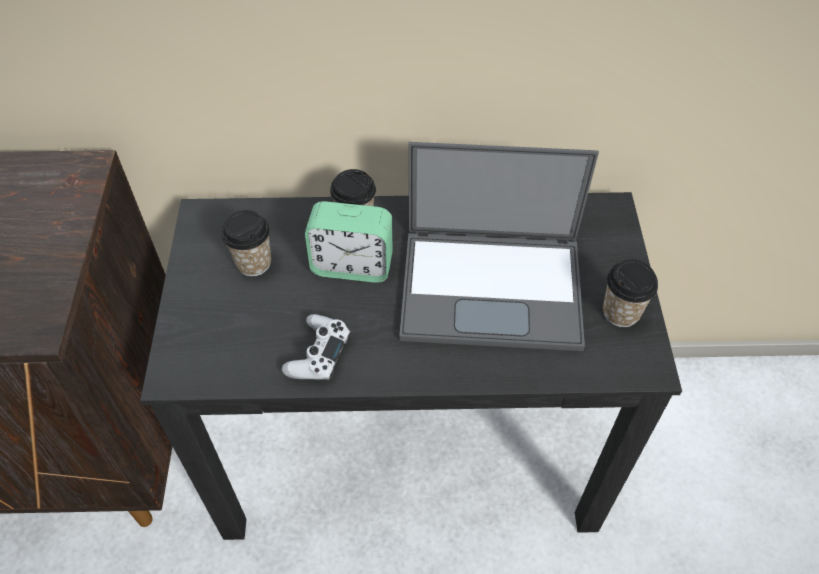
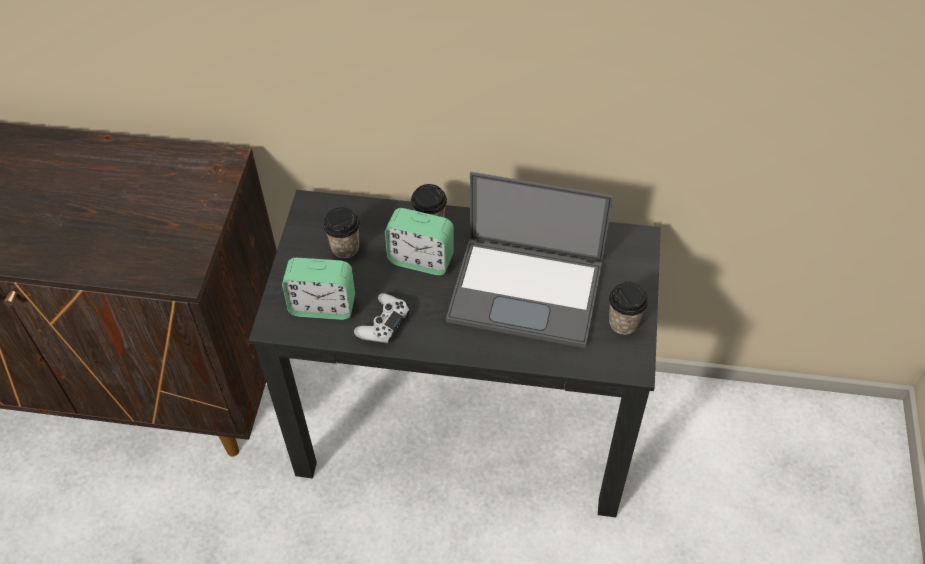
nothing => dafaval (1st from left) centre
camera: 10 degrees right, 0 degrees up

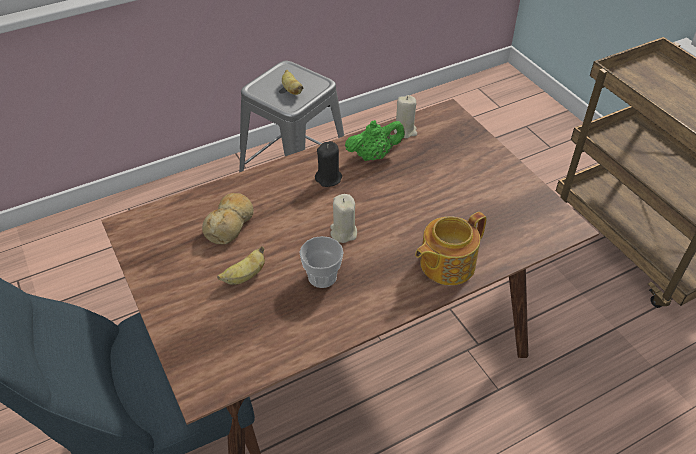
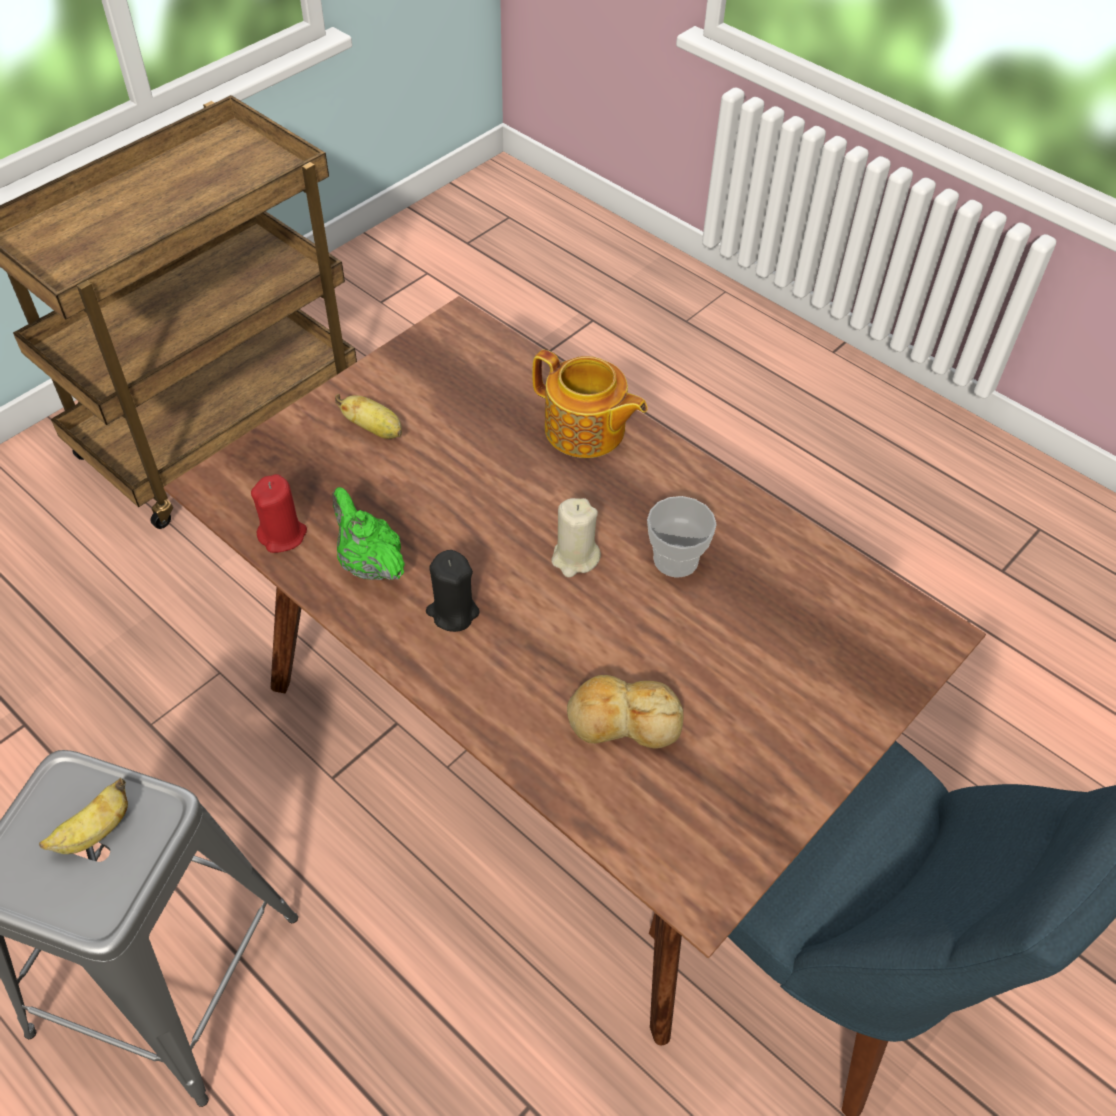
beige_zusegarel (2nd from left) top centre => red_zusegarel middle left
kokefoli (1st from left in the first image) centre => kokefoli (2nd from left) middle left, moved
camera: 110 degrees left, 5 degrees up

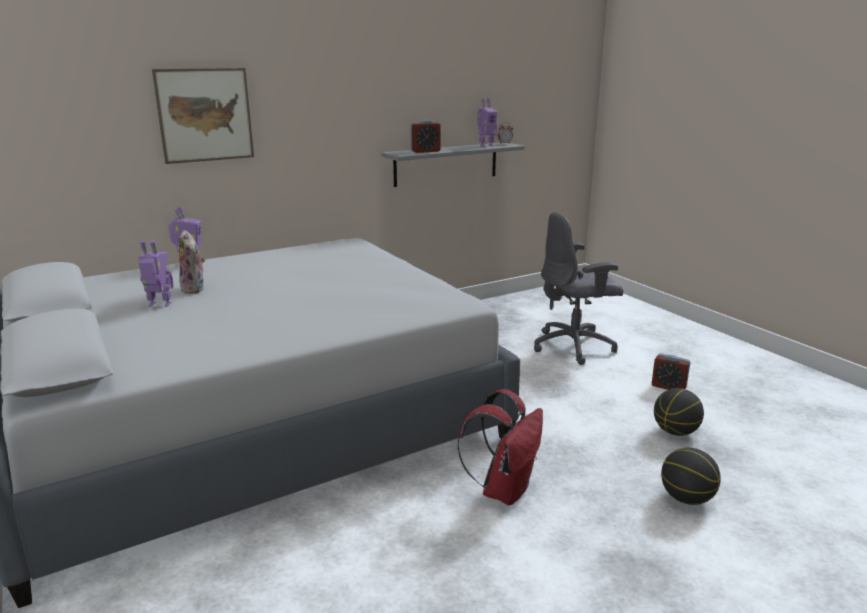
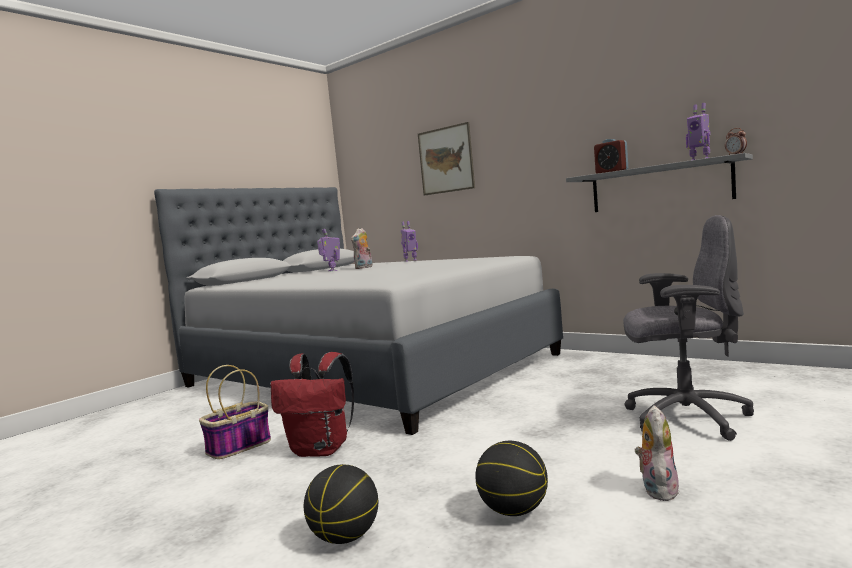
nothing => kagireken bottom left
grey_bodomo middle right, 135 degrees clockwise
dafaval (3rd from left) middle right => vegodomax (2nd from left) bottom right
camera: 70 degrees right, 15 degrees down

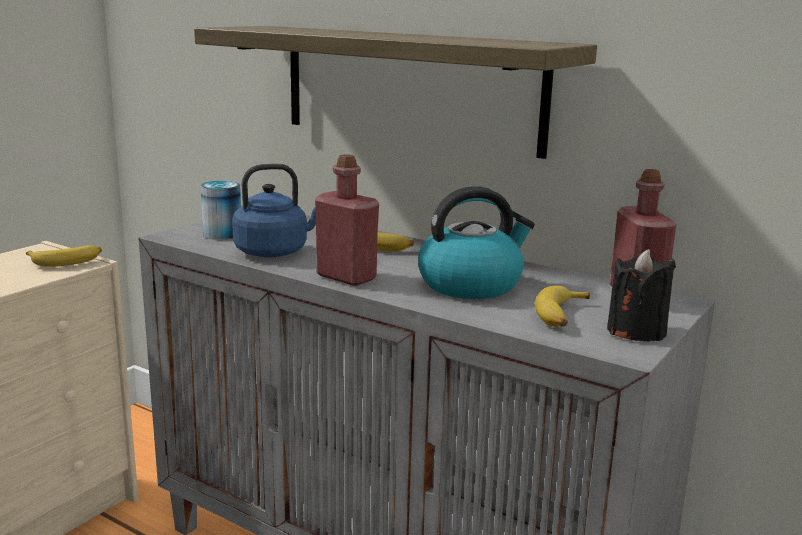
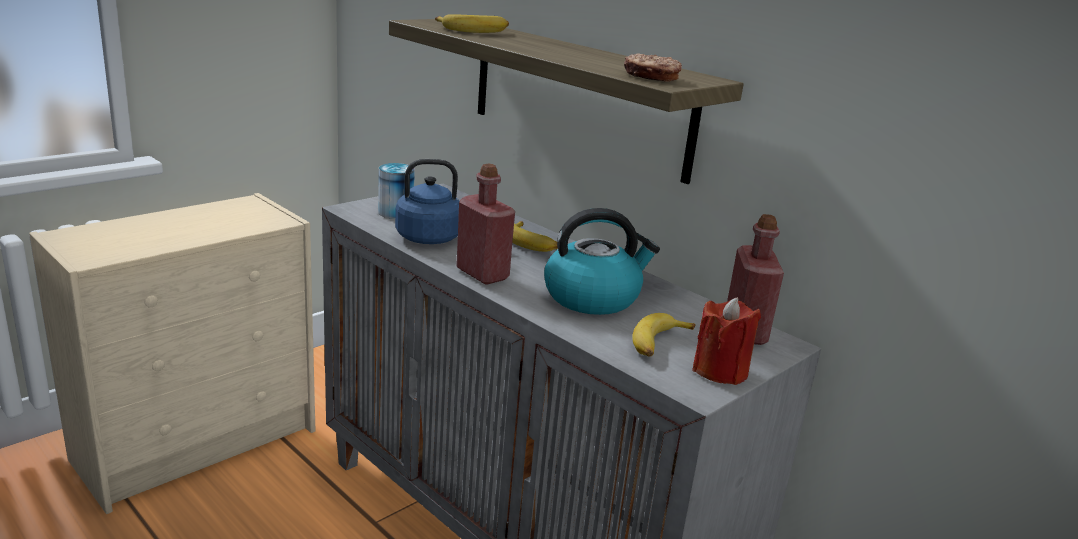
kokefoli (1st from left) middle left => kokefoli (1st from left) top centre, moved
nothing => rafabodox top centre
black_zusegarel middle right => red_zusegarel middle right
camera: 10 degrees right, 5 degrees up

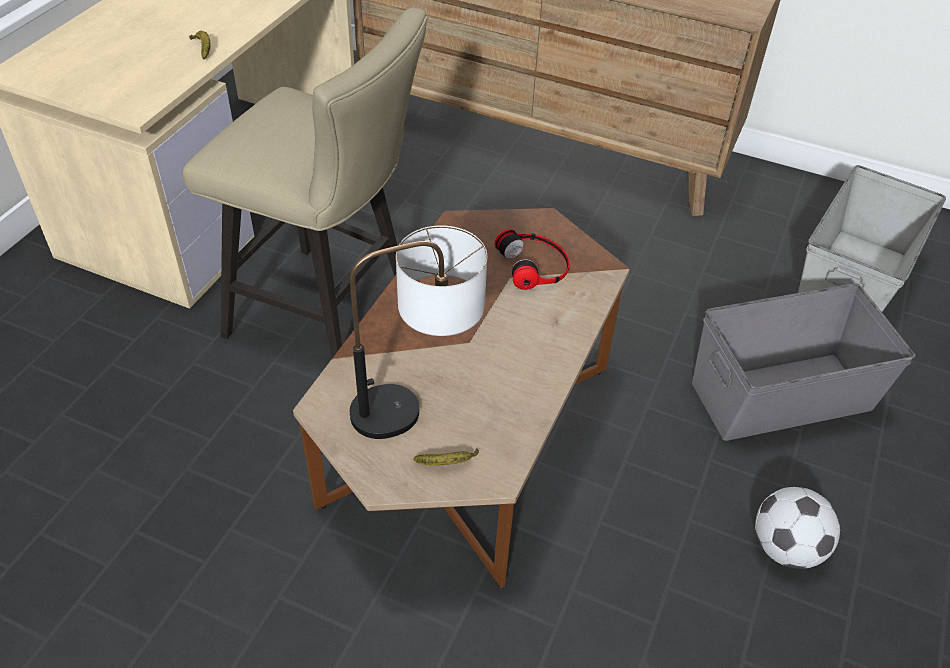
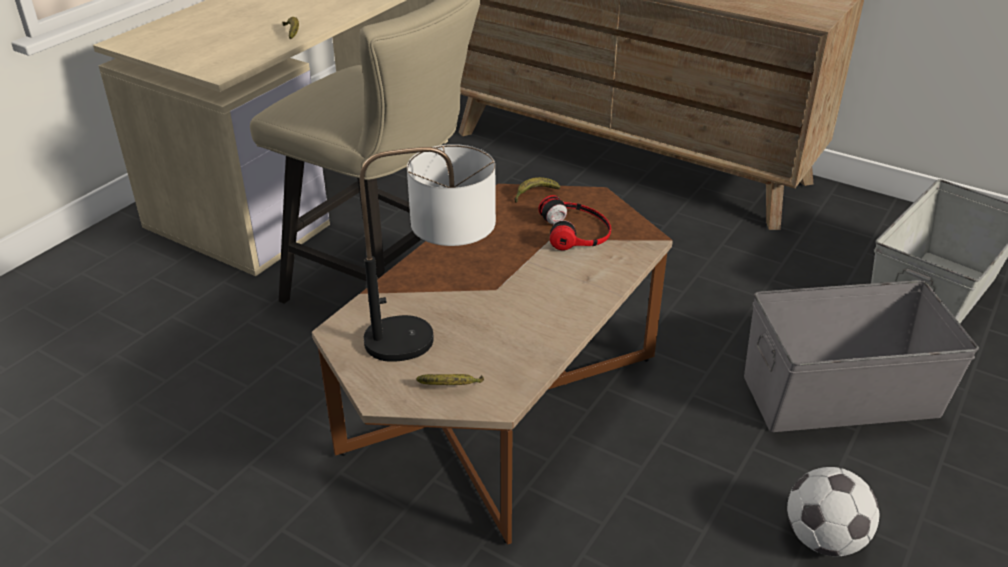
nothing => kokefoli (3rd from left) centre
camera: 10 degrees right, 10 degrees down

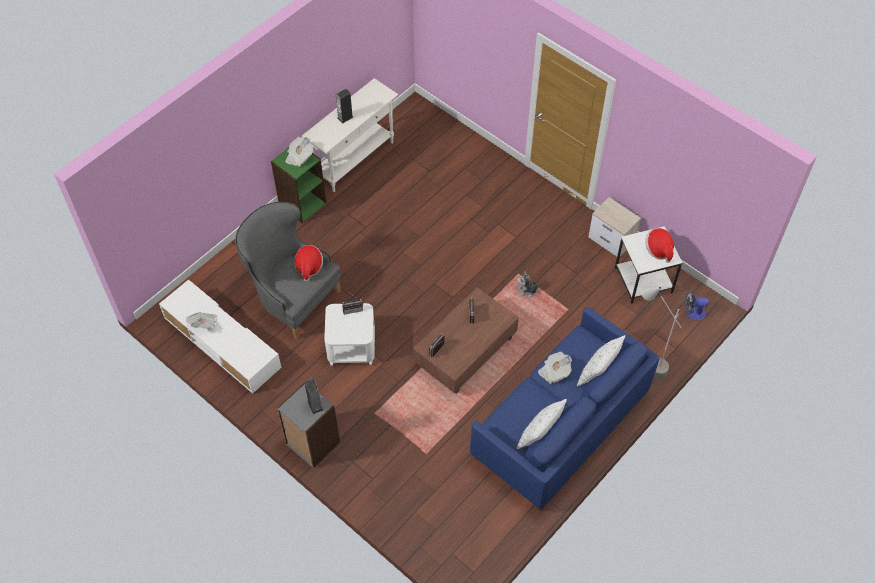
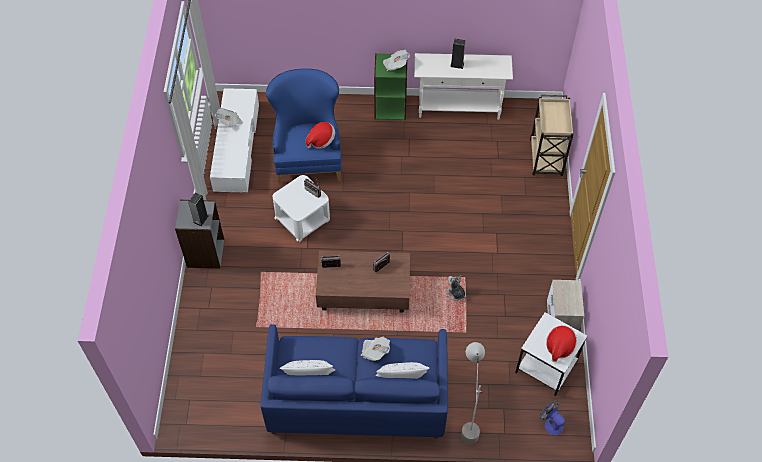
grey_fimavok middle left => blue_fimavok top centre
nothing => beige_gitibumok top right
camera: 50 degrees right, 0 degrees up

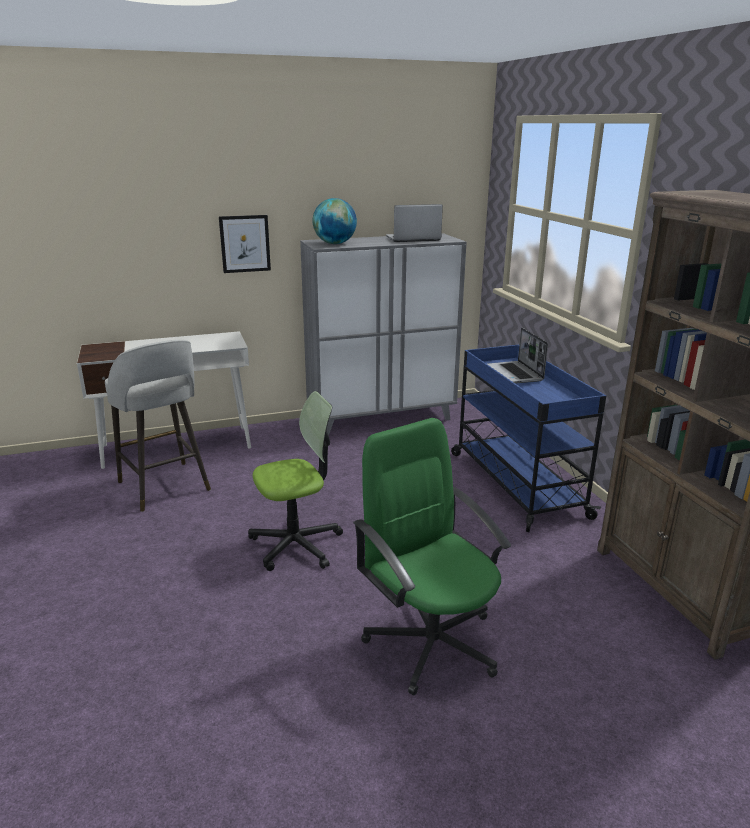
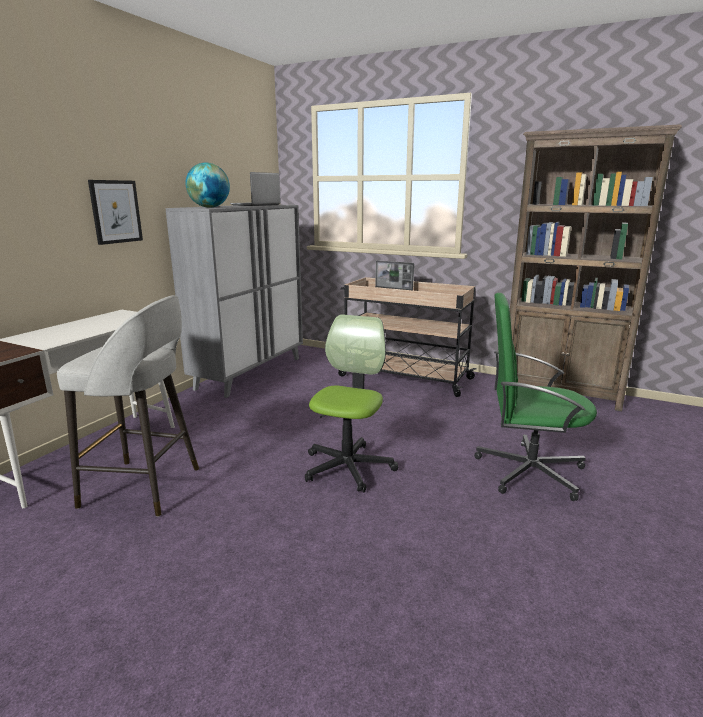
blue_gitibumok middle right => beige_gitibumok centre
camera: 45 degrees left, 5 degrees down

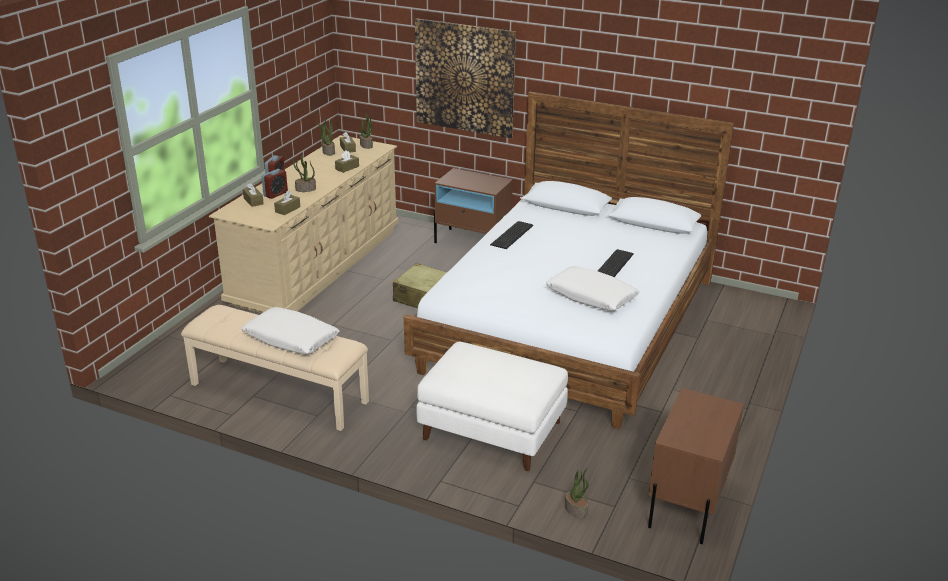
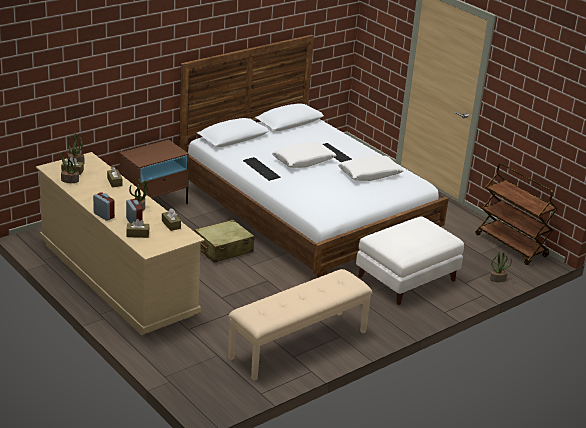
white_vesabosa (1st from left) middle left => white_vesabosa (1st from left) centre, moved
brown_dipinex (2nd from left) bottom right => brown_gitibumok middle right
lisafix top centre => nothing
camera: 65 degrees left, 0 degrees up

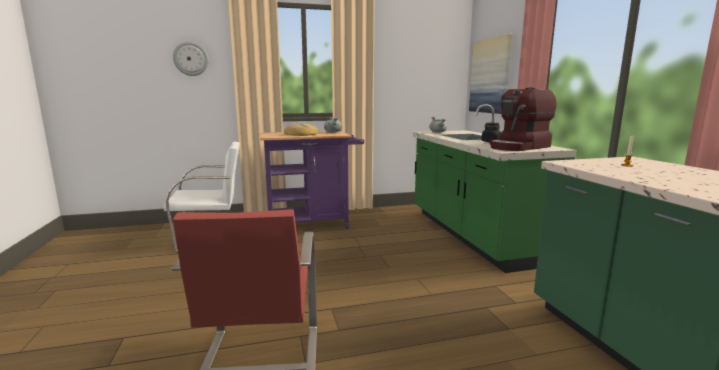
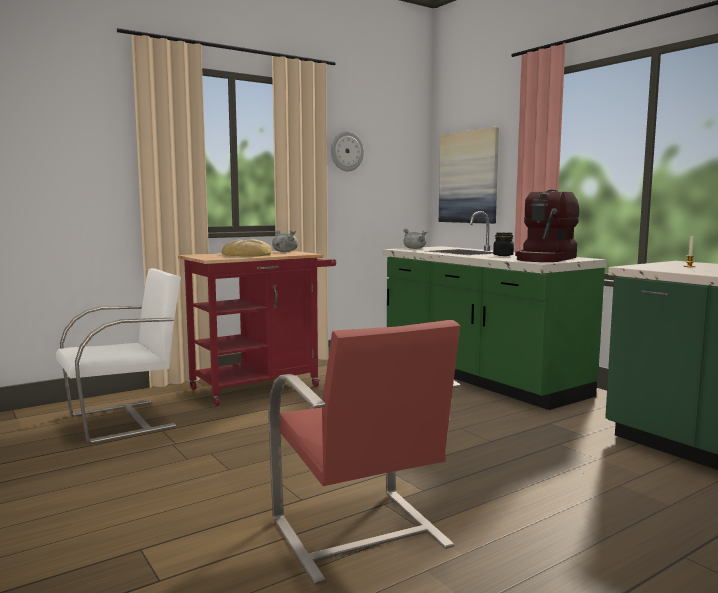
purple_gitibumok centre => red_gitibumok centre
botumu top left => botumu top centre, moved
camera: 20 degrees left, 5 degrees down

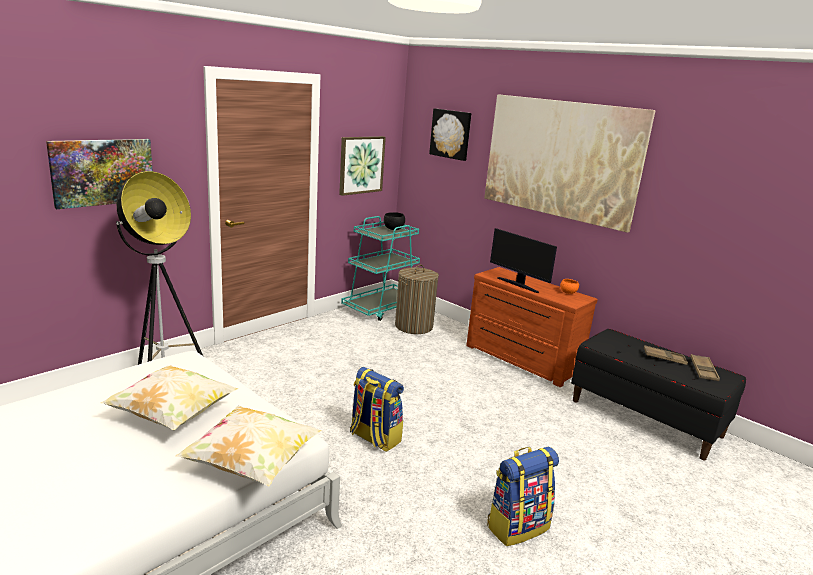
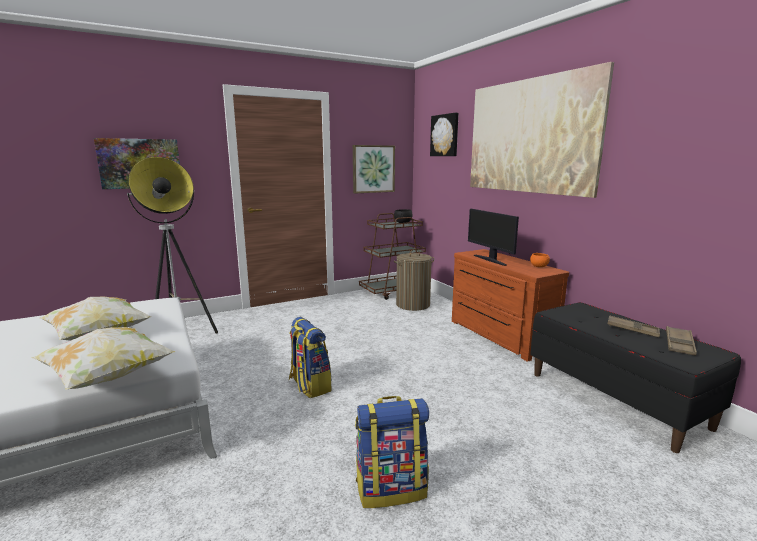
turquoise_gitibumok centre => brown_gitibumok centre
camera: 20 degrees right, 5 degrees down

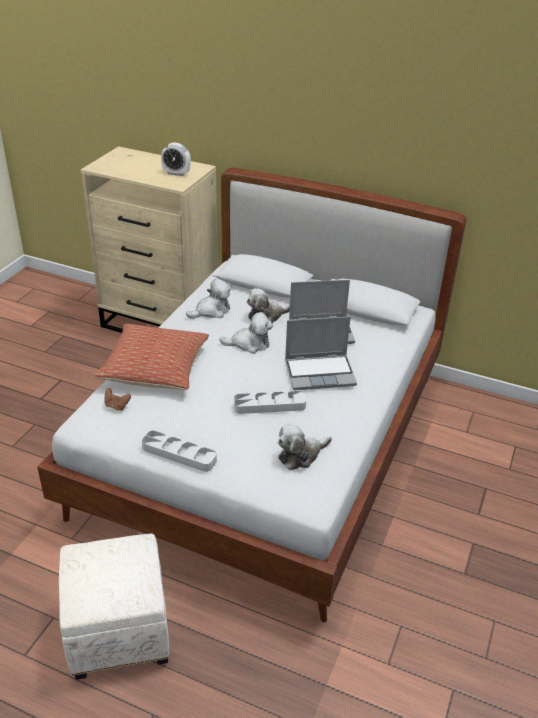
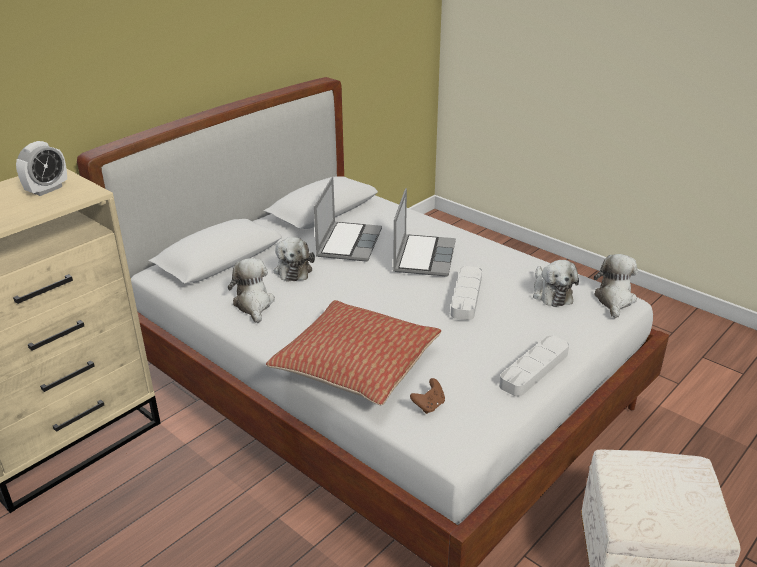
vegodomax (2nd from left in the first image) centre => vegodomax (4th from left) middle right, moved
camera: 70 degrees left, 5 degrees down

